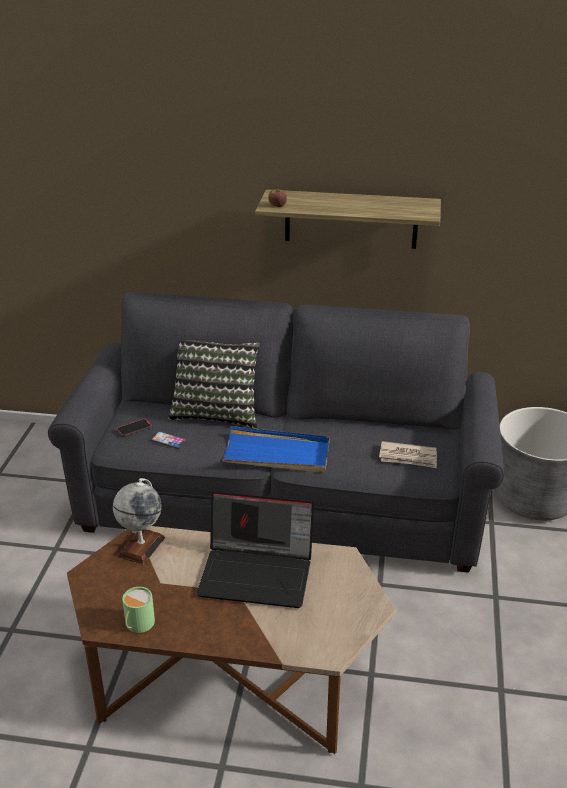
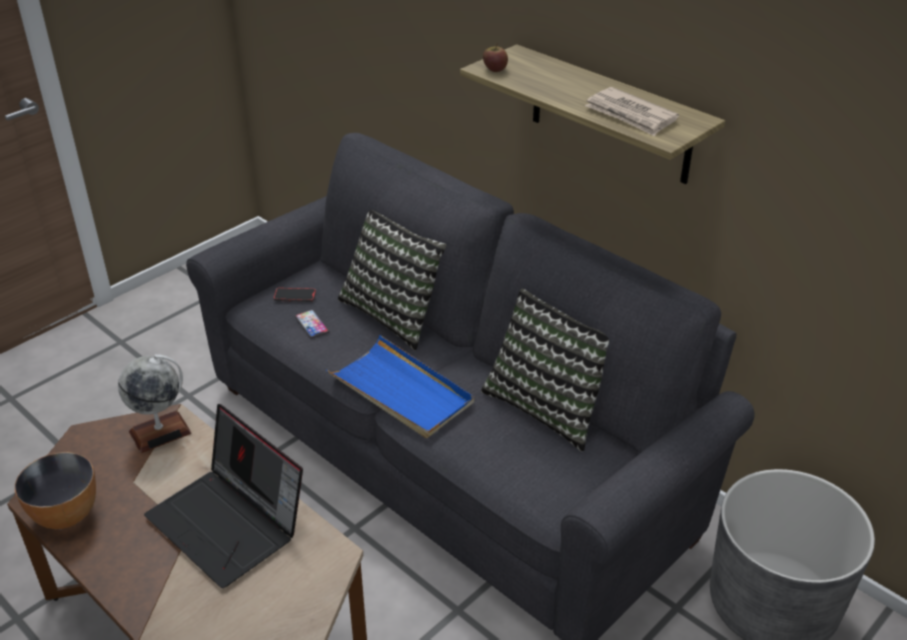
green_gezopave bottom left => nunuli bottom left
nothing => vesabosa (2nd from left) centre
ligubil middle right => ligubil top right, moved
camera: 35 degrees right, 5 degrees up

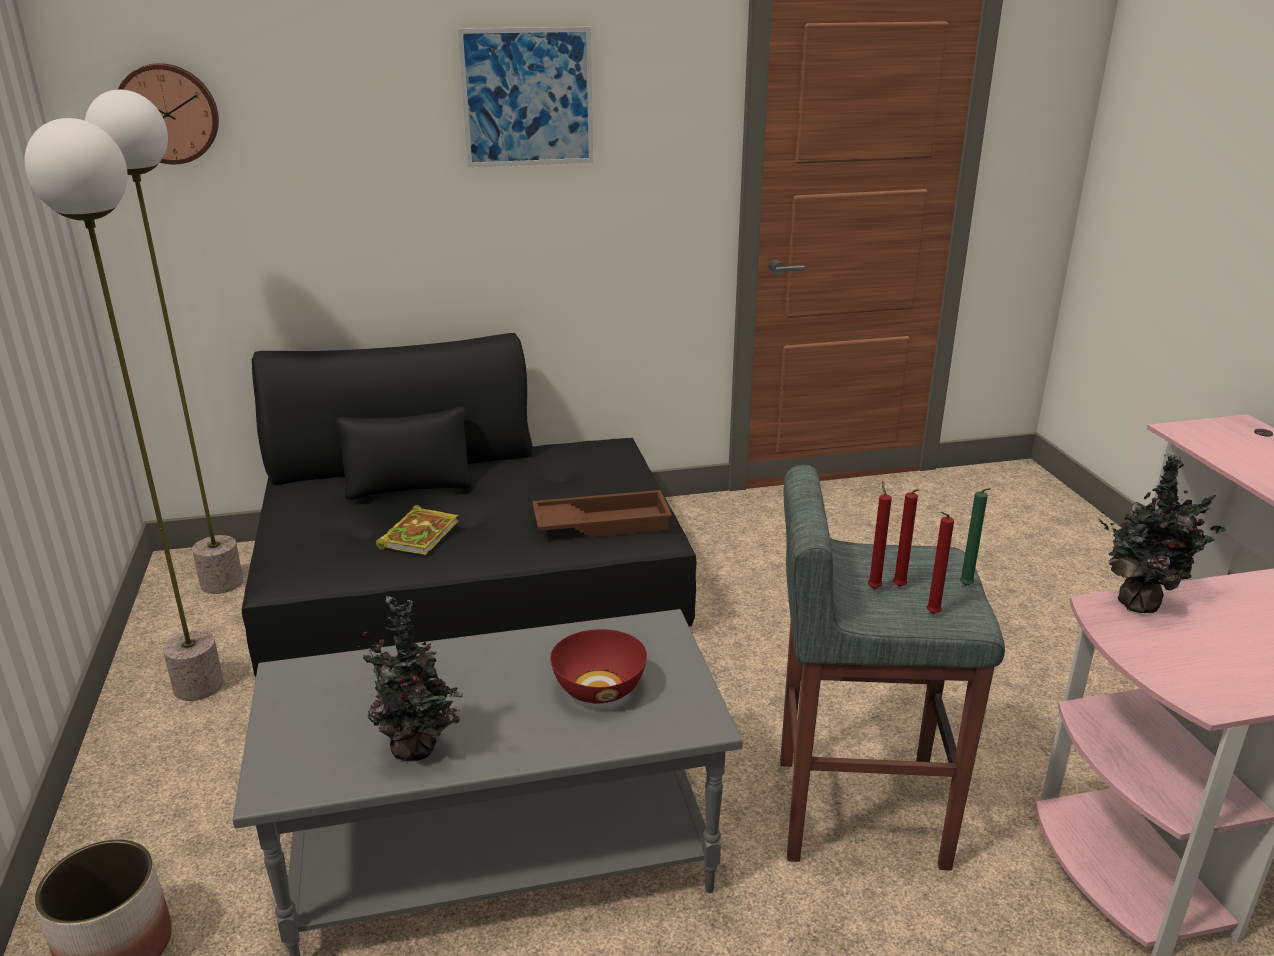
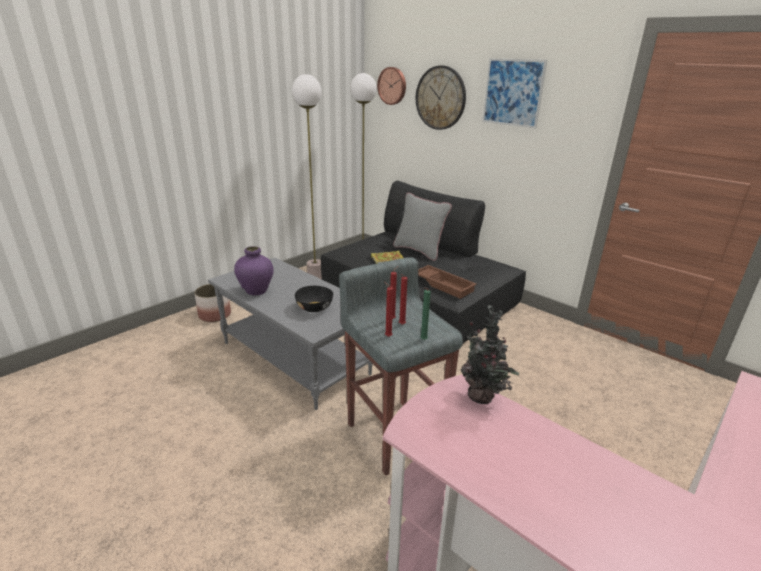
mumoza (1st from left) bottom left => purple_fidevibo centre
red_nunuli bottom centre => black_nunuli centre
nothing => grey_vesabosa centre
nothing => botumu (2nd from left) top centre
camera: 55 degrees right, 0 degrees up

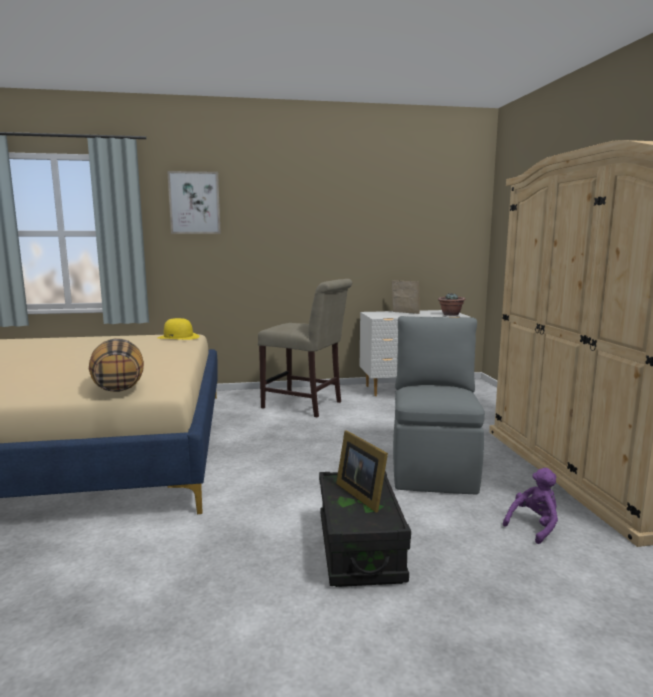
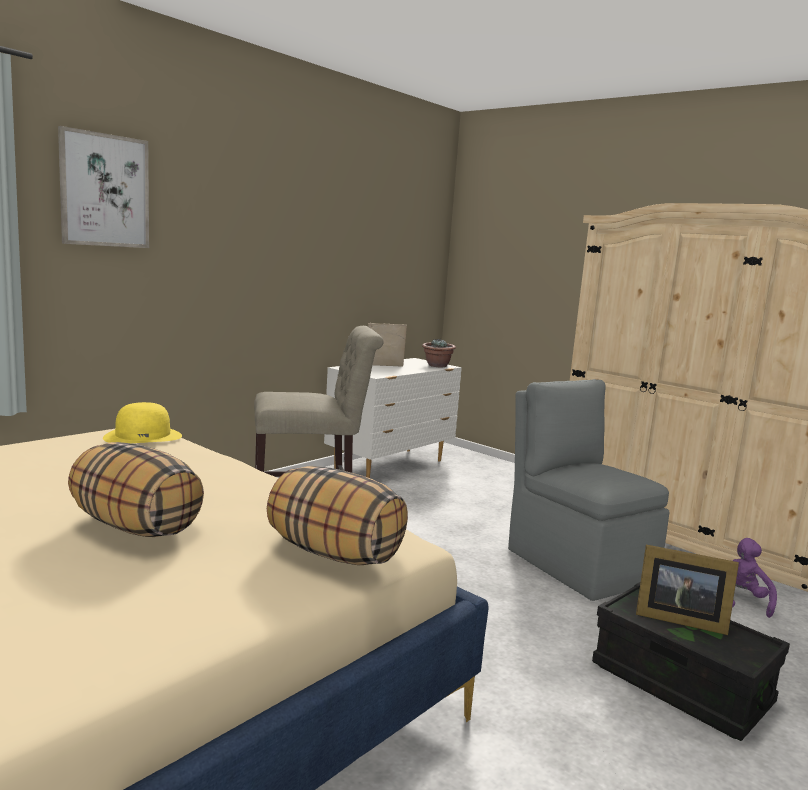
nothing => vesabosa (1st from left) middle left
camera: 40 degrees left, 0 degrees up

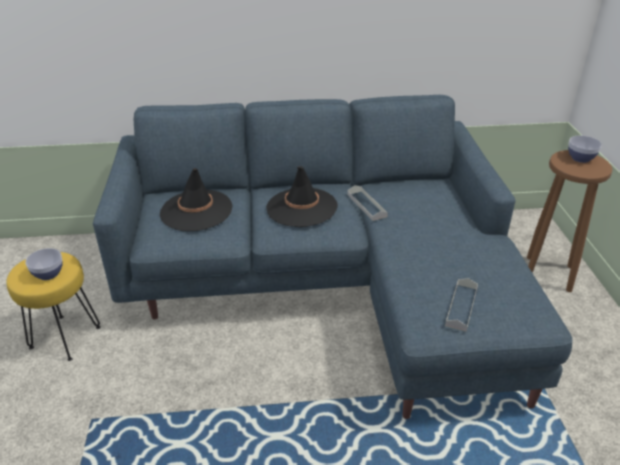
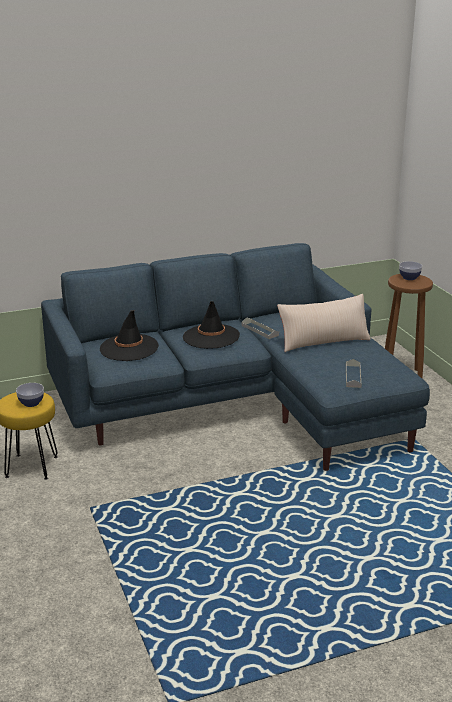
nothing => beige_vesabosa middle right
camera: 15 degrees left, 10 degrees down

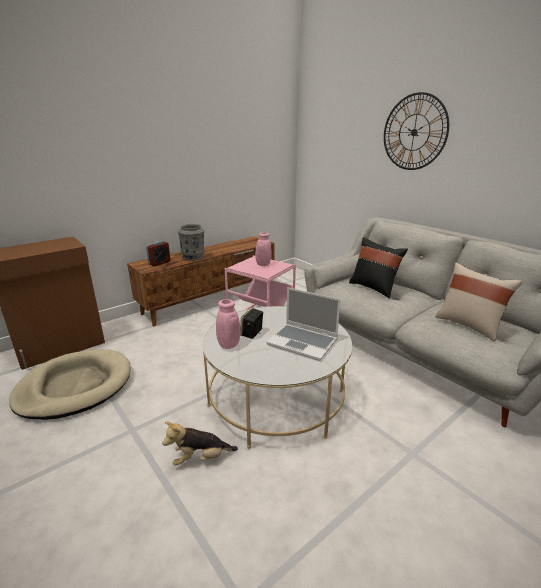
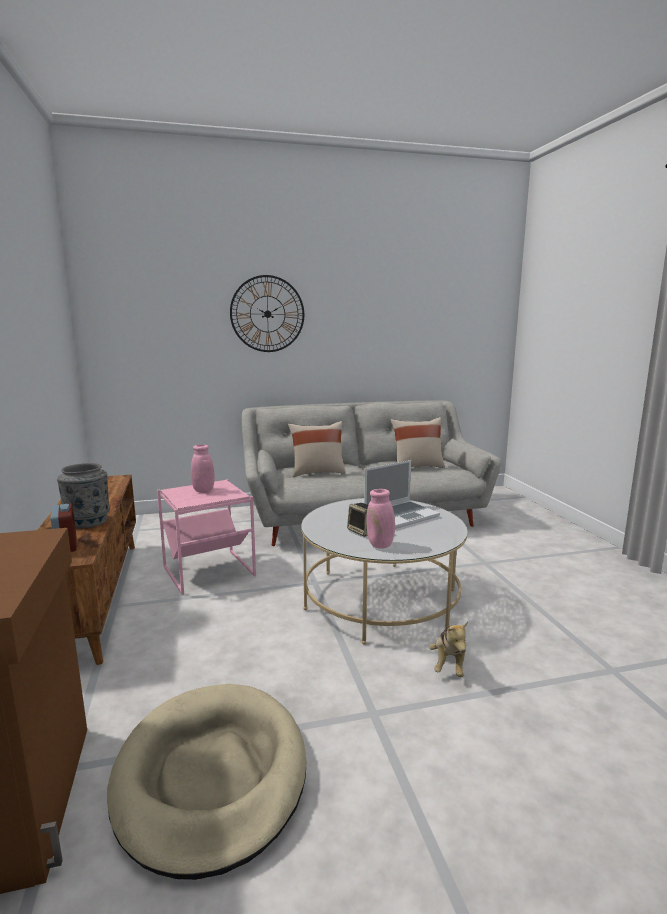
black_vesabosa middle right => beige_vesabosa (1st from left) centre
camera: 65 degrees left, 10 degrees down

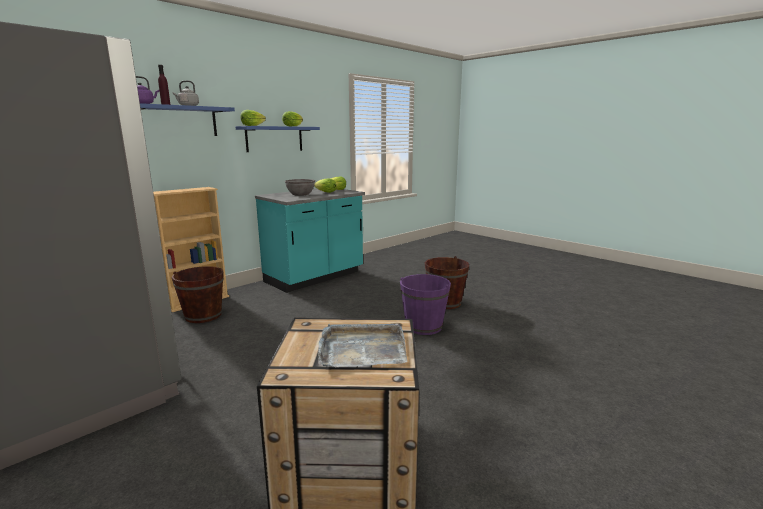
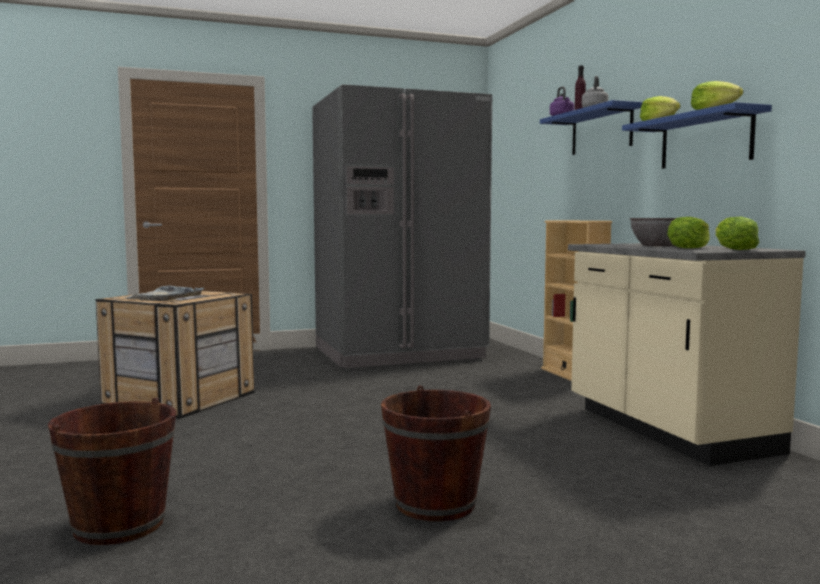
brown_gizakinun (1st from left) middle left => brown_gizakinun (1st from left) bottom left, moved
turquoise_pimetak centre => beige_pimetak middle right
purple_gizakinun centre => nothing
camera: 115 degrees right, 10 degrees down

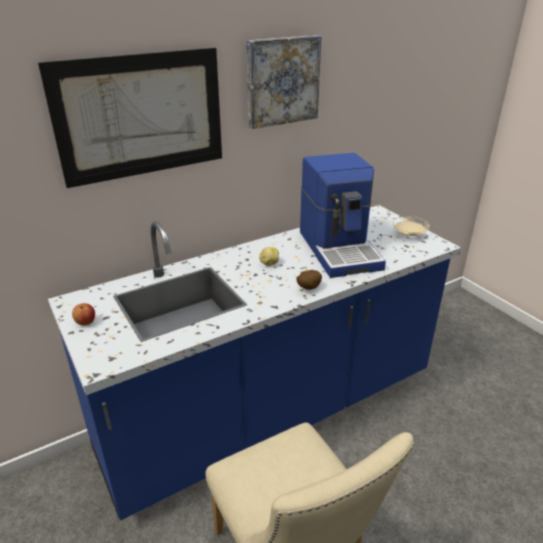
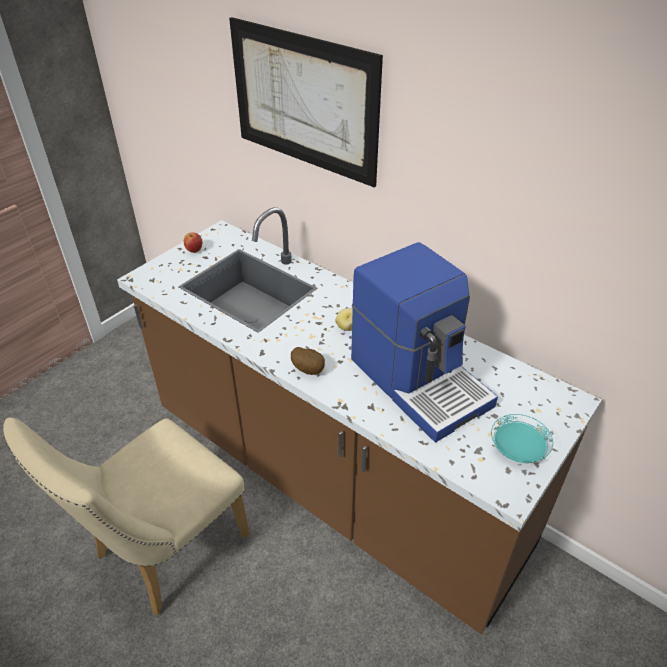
blue_pimetak bottom centre => brown_pimetak centre
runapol centre, 90 degrees counterclockwise
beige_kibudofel middle right => turquoise_kibudofel middle right
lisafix (2nd from left) top centre => nothing
camera: 70 degrees right, 10 degrees up

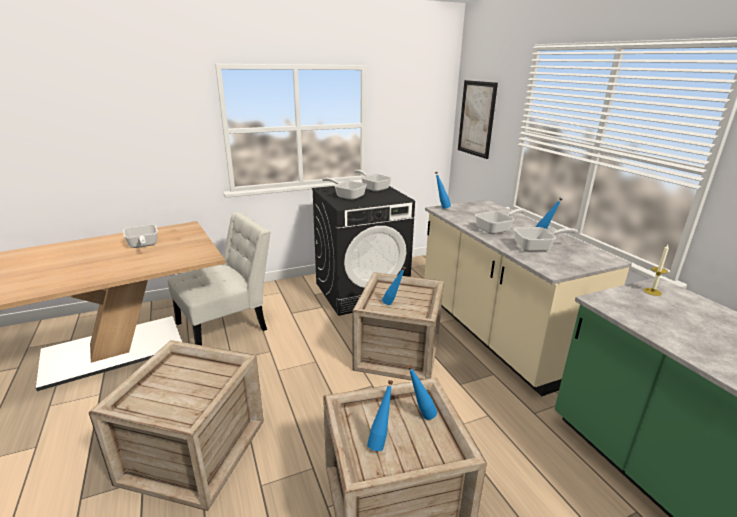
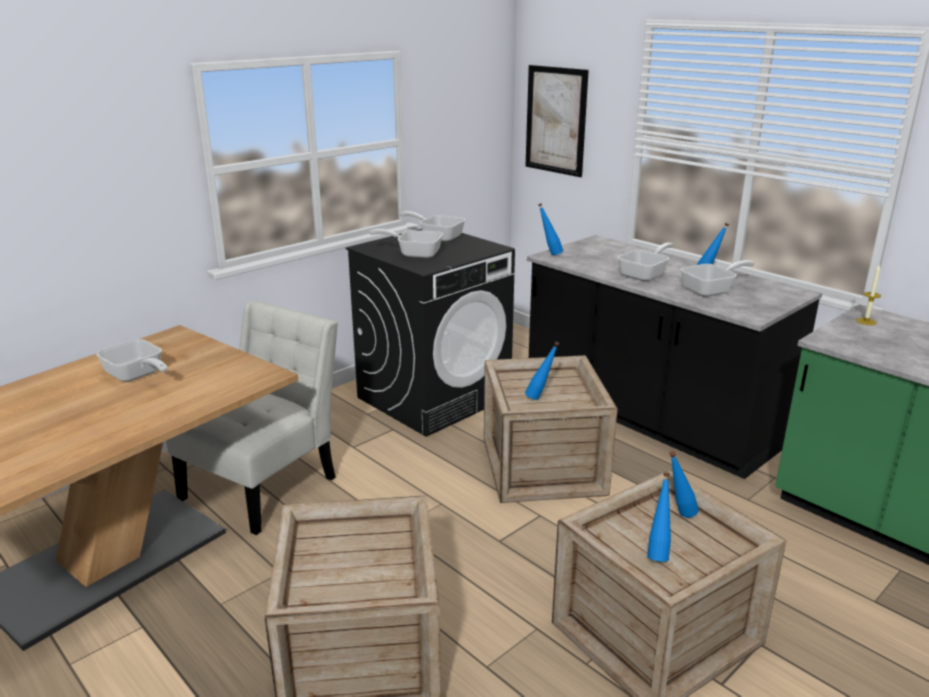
beige_pimetak middle right => black_pimetak middle right
camera: 20 degrees left, 0 degrees up

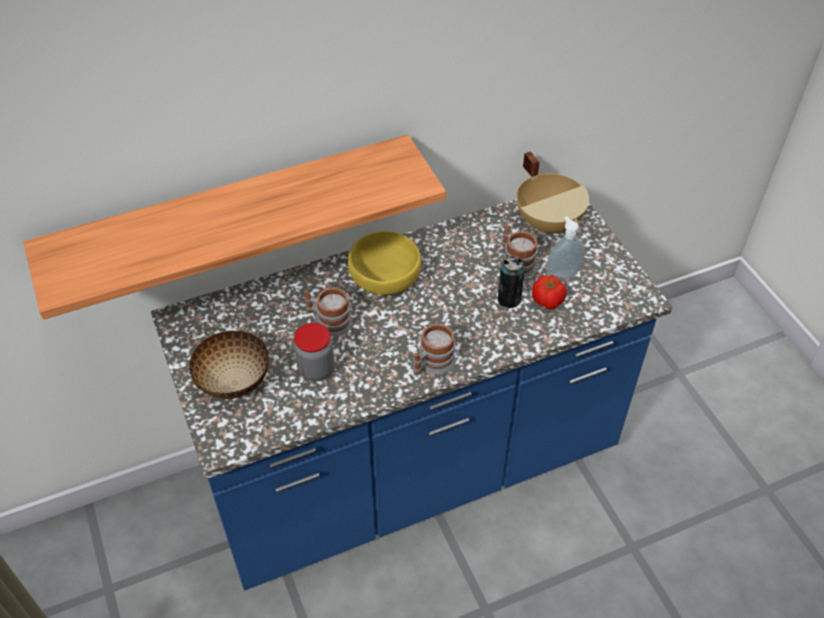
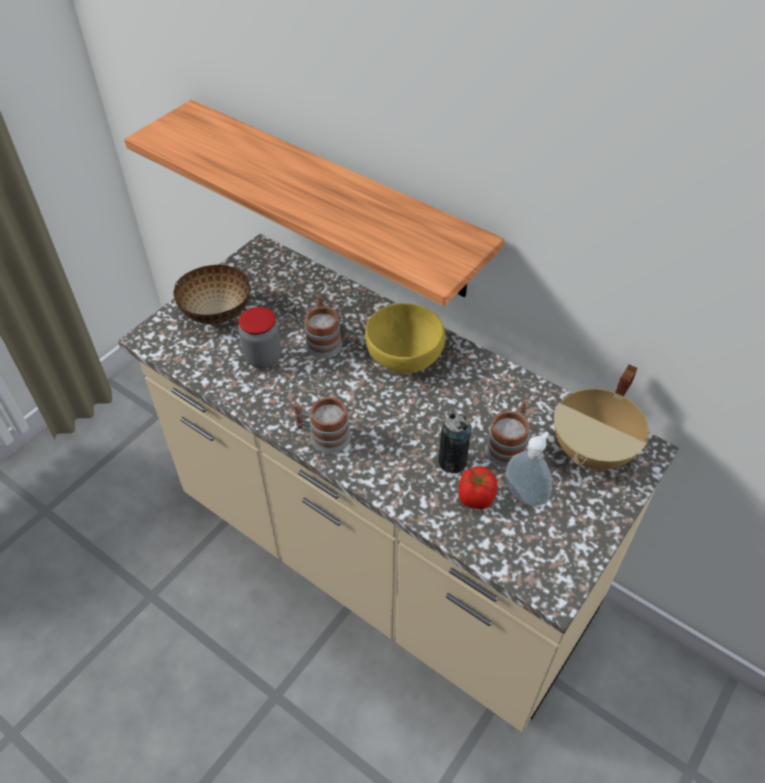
blue_pimetak centre => beige_pimetak centre
camera: 60 degrees right, 0 degrees up

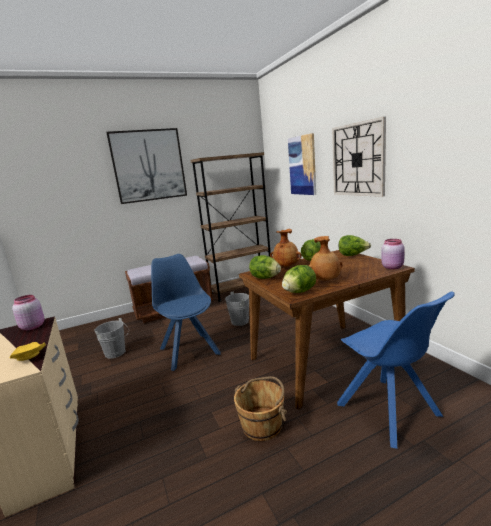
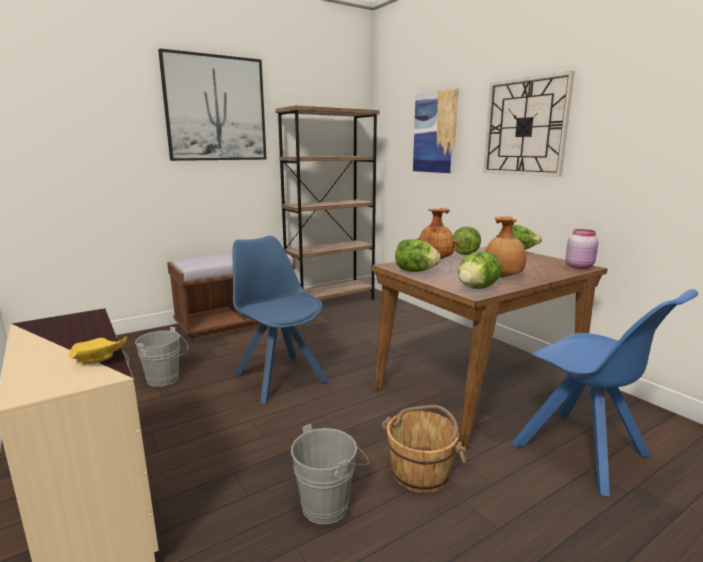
grey_gizakinun (2nd from left) centre => grey_gizakinun (2nd from left) bottom centre, moved
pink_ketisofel (1st from left) middle left => nothing
camera: 10 degrees left, 0 degrees up

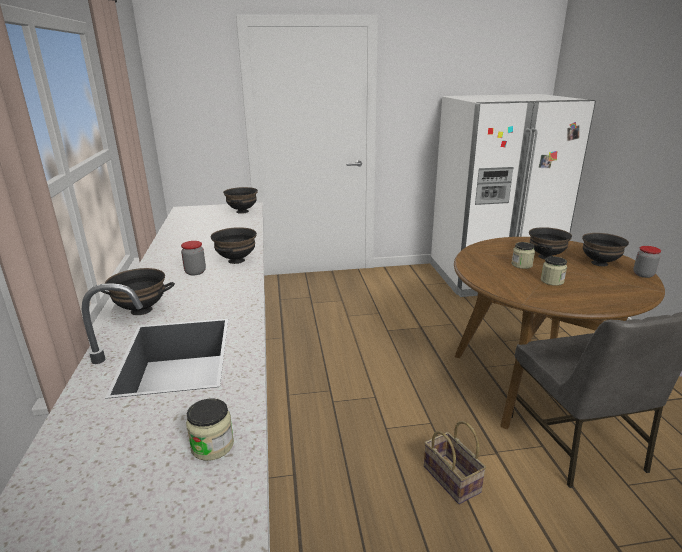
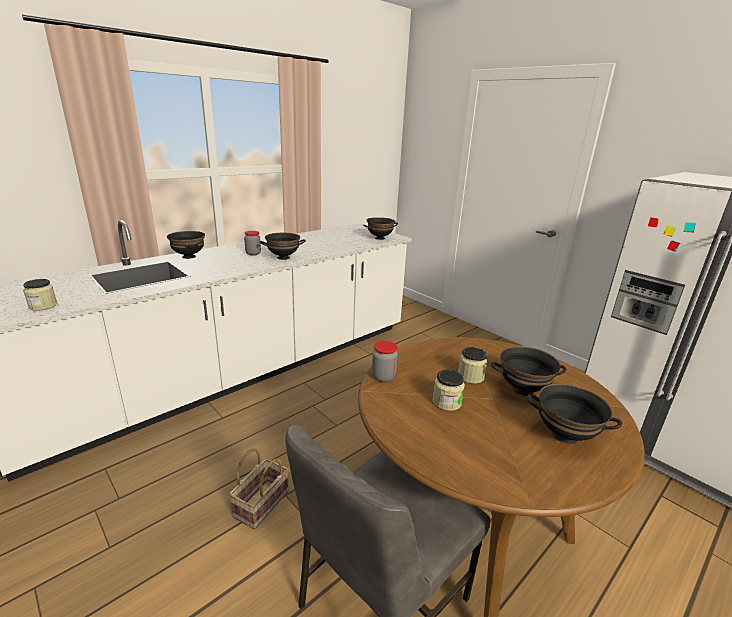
ketisofel (5th from left in the first image) middle right => ketisofel (3rd from left) centre, moved
camera: 55 degrees right, 0 degrees up

